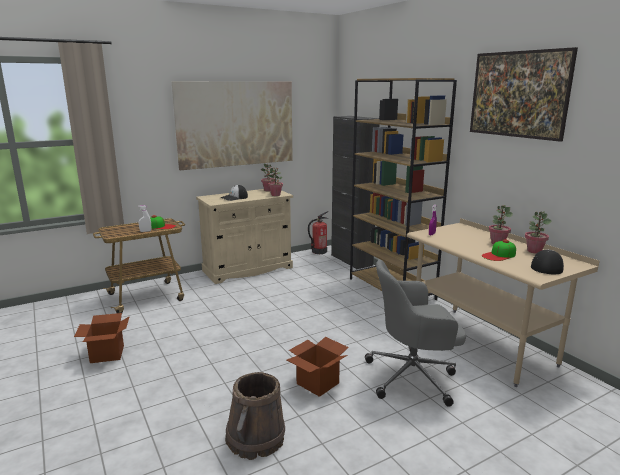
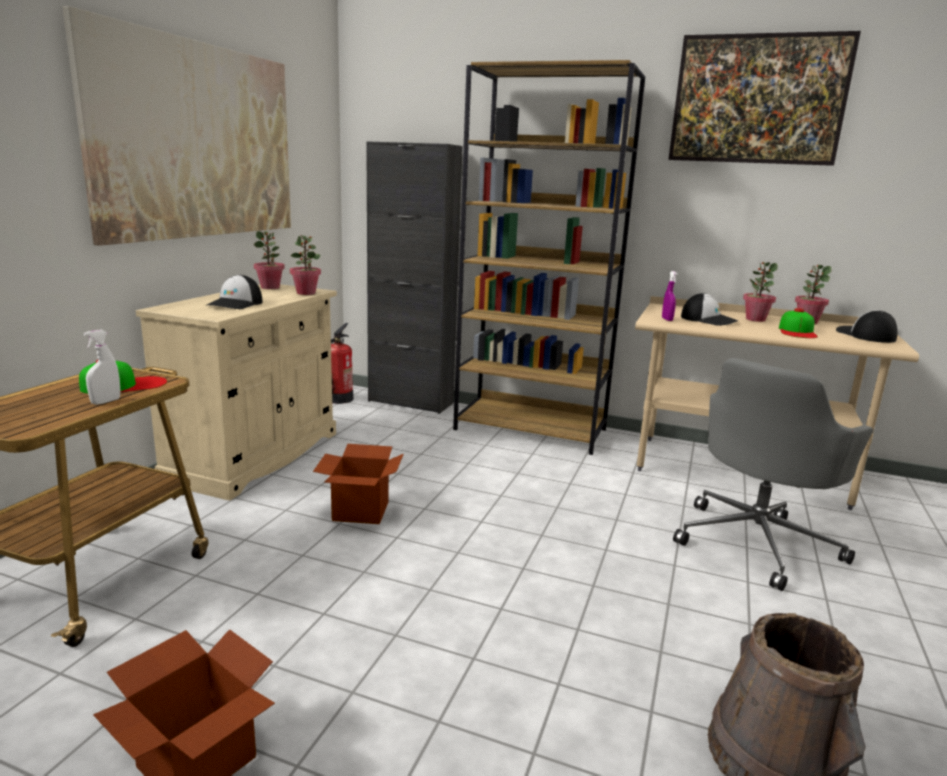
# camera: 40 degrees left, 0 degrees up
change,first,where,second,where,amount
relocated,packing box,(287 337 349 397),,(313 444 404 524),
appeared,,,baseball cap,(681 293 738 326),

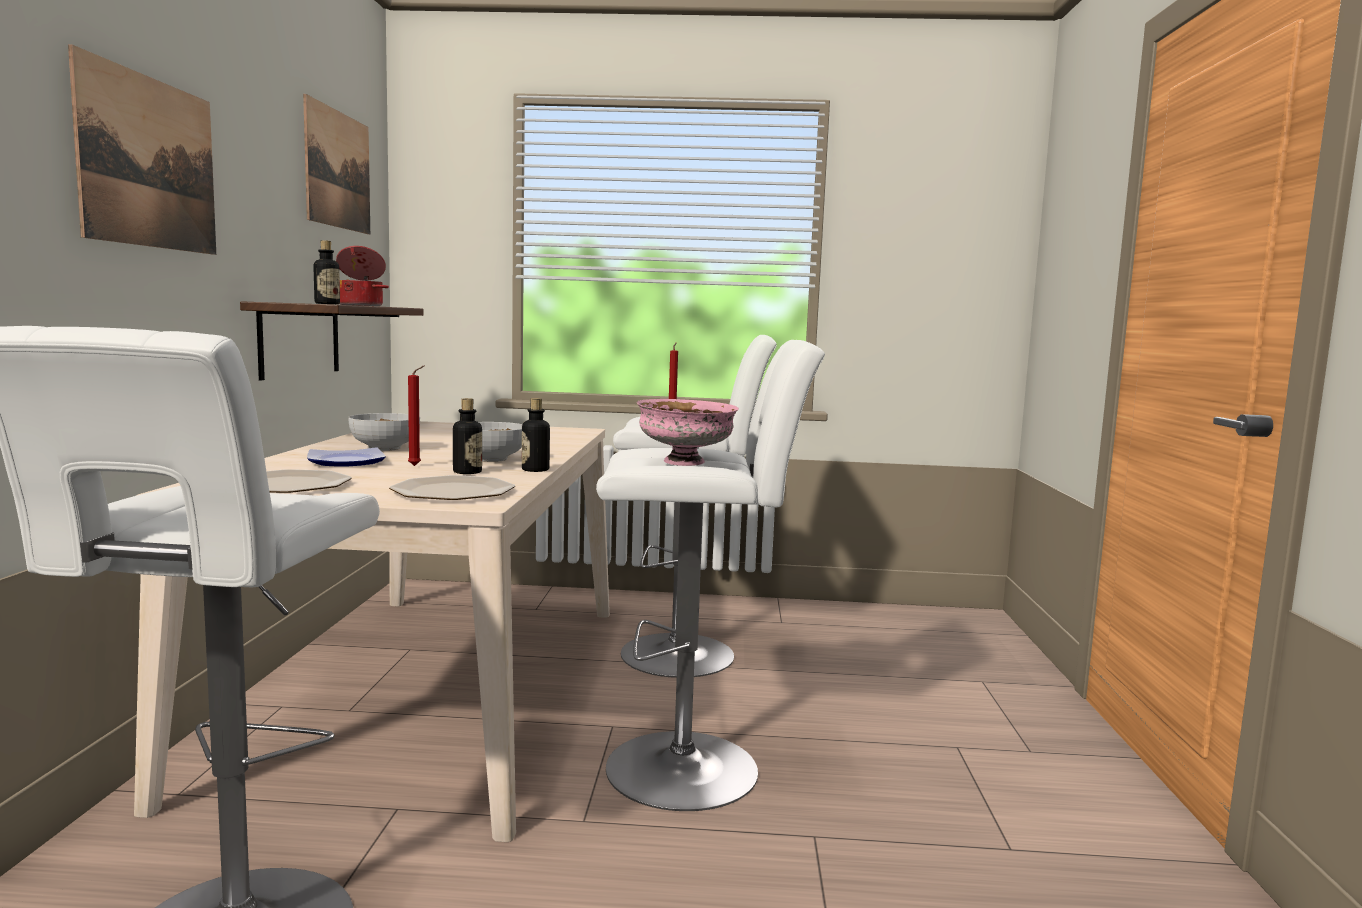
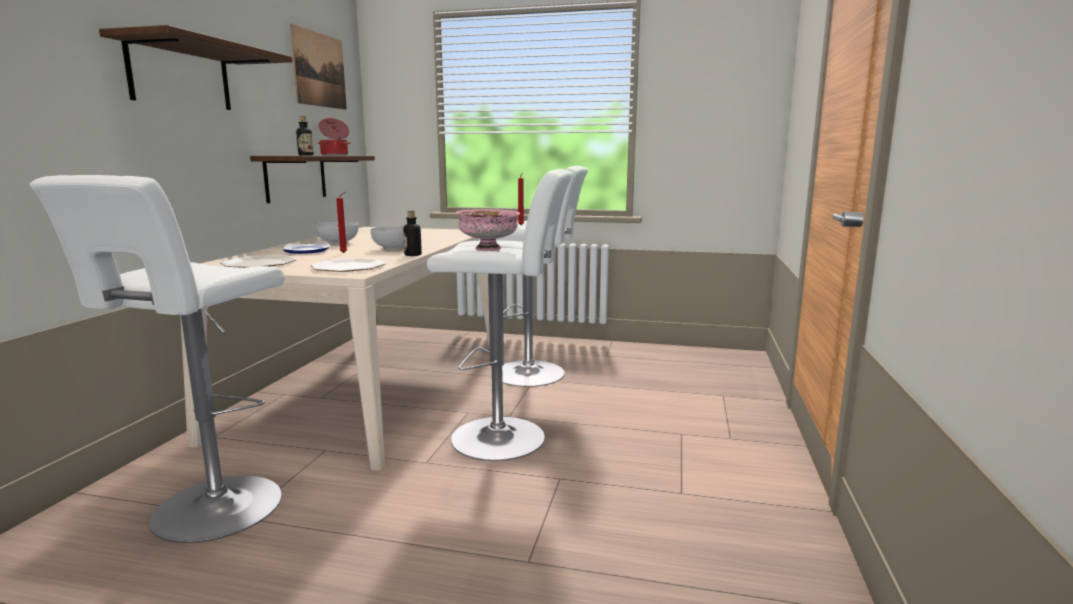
# camera: 10 degrees right, 5 degrees up
change,first,where,second,where,amount
exchanged,wall art,(68 45 216 255),shelf,(99 25 292 110),
missing,bottle,(453 398 482 474),,,

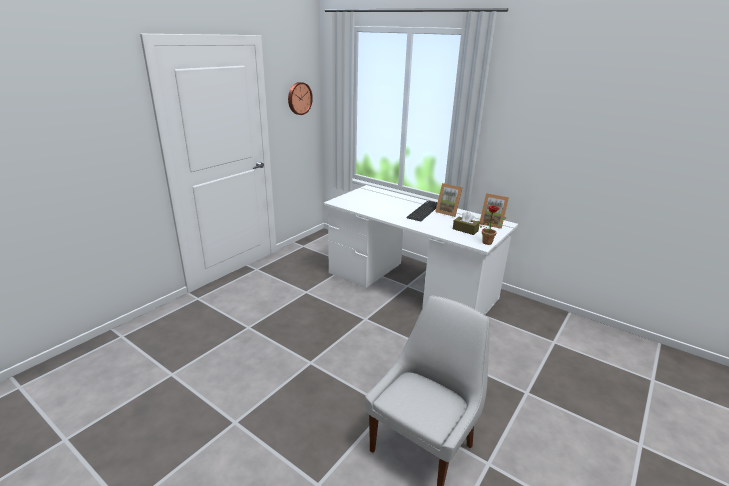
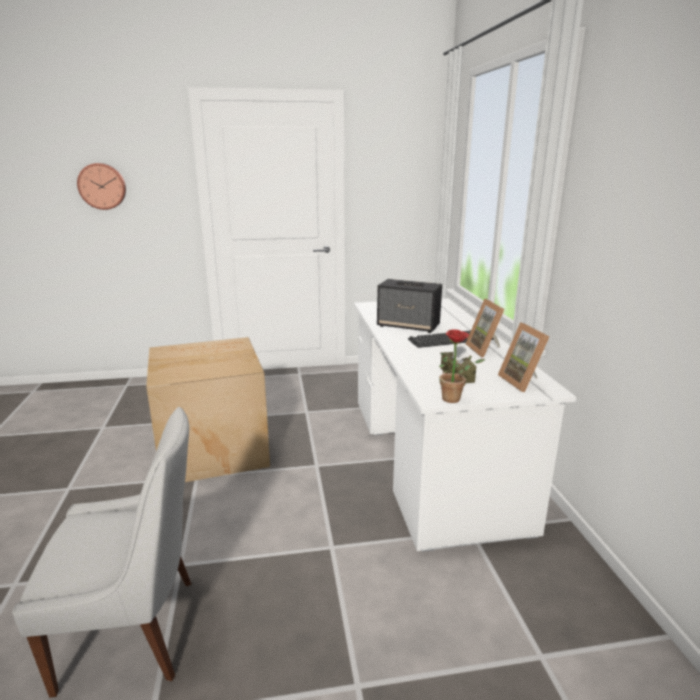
# camera: 45 degrees right, 5 degrees down
change,first,where,second,where,amount
relocated,wall clock,(288 82 313 115),,(77 163 126 210),
appeared,,,packing box,(146 337 270 482),
appeared,,,loudspeaker,(377 279 442 333),

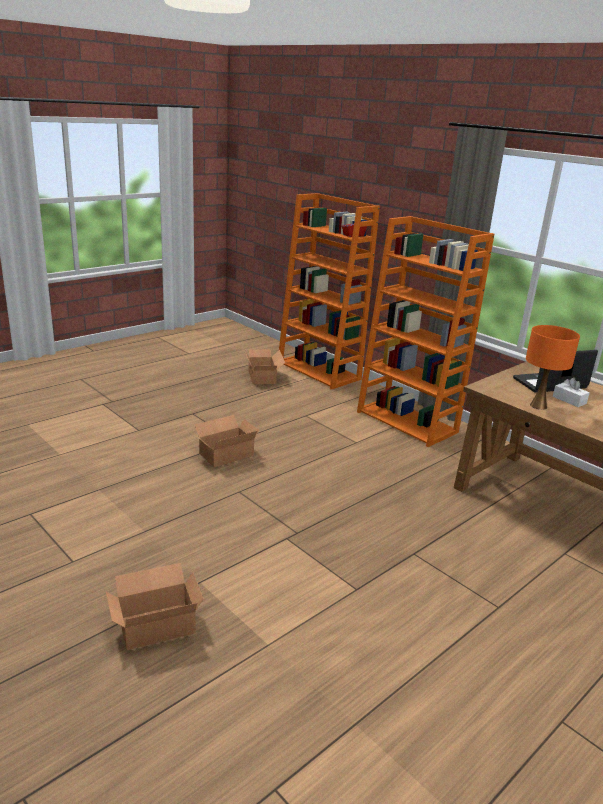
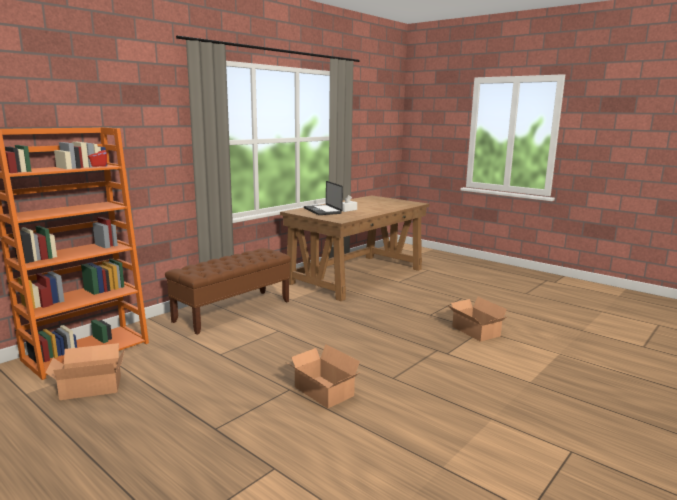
# camera: 95 degrees left, 10 degrees down
change,first,where,second,where,amount
relocated,packing box,(106 563 204 650),,(449 297 507 342),
exchanged,orange shelving unit,(357 216 494 447),brown-coloured indoor bench,(165 248 291 335),
missing,orange table lamp,(526 325 580 410),,,

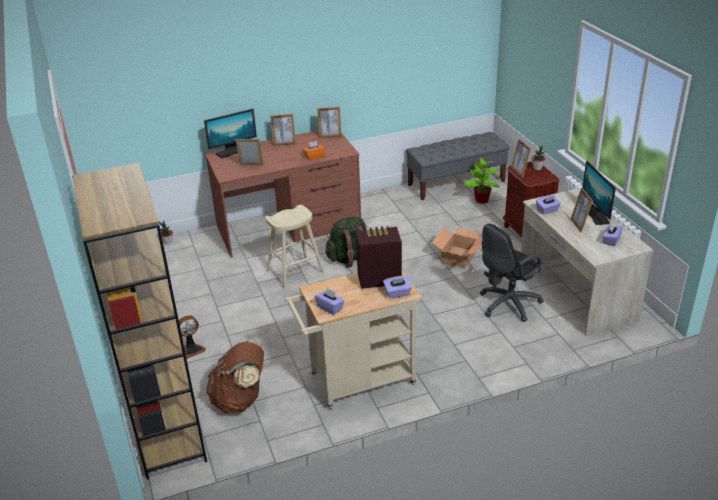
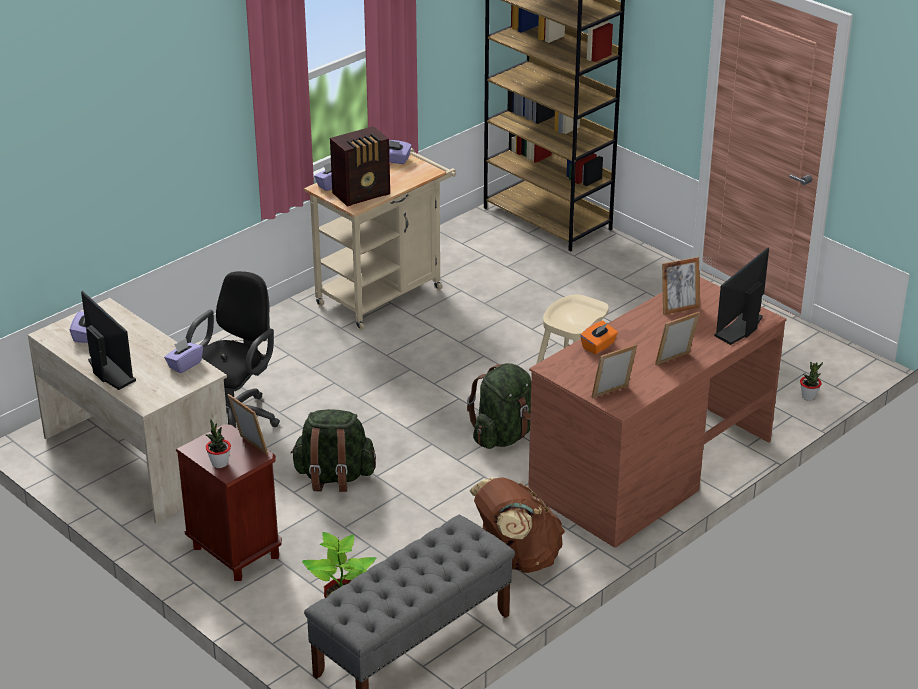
# camera: 155 degrees right, 0 degrees up
change,first,where,second,where,amount
missing,cooling fan,(179 315 206 359),,,
relocated,brown-coloured rucksack,(206 340 264 413),,(469 477 565 573),
exchanged,packing box,(432 227 482 268),green-coloured rucksack,(290 409 376 492),
missing,standing frame,(571 188 593 232),,,

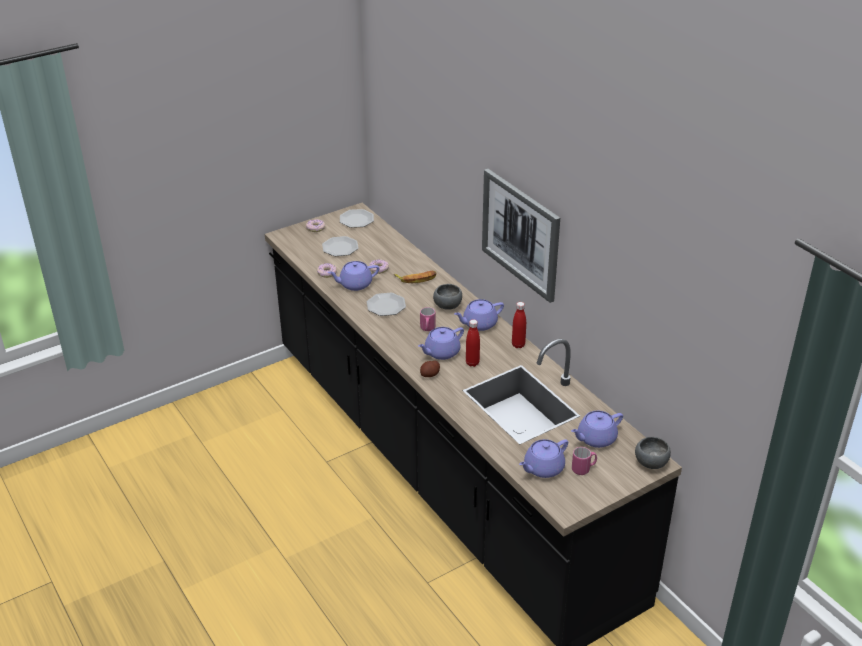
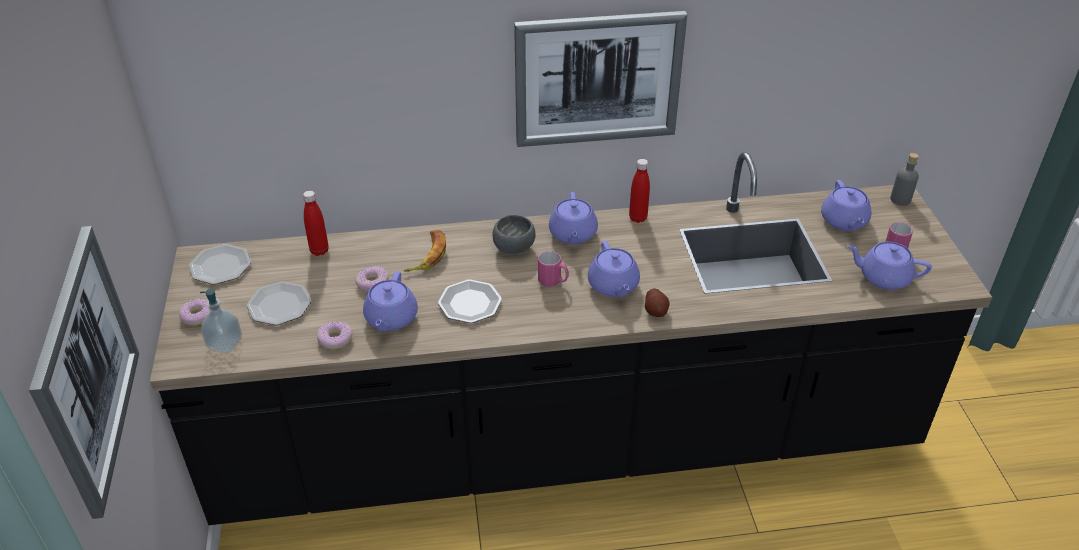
# camera: 65 degrees left, 5 degrees up
change,first,where,second,where,amount
relocated,reddish bottle,(466 319 480 367),,(303 191 329 256),
spun,purplish pot for tea,(519 439 568 478),,(847 242 932 290),120 degrees clockwise
exchanged,greyish bowl,(635 437 671 469),greyish bottle,(890 153 919 206),
appeared,,,wall art,(29 226 139 519),
appeared,,,soap bottle,(200 289 242 353),

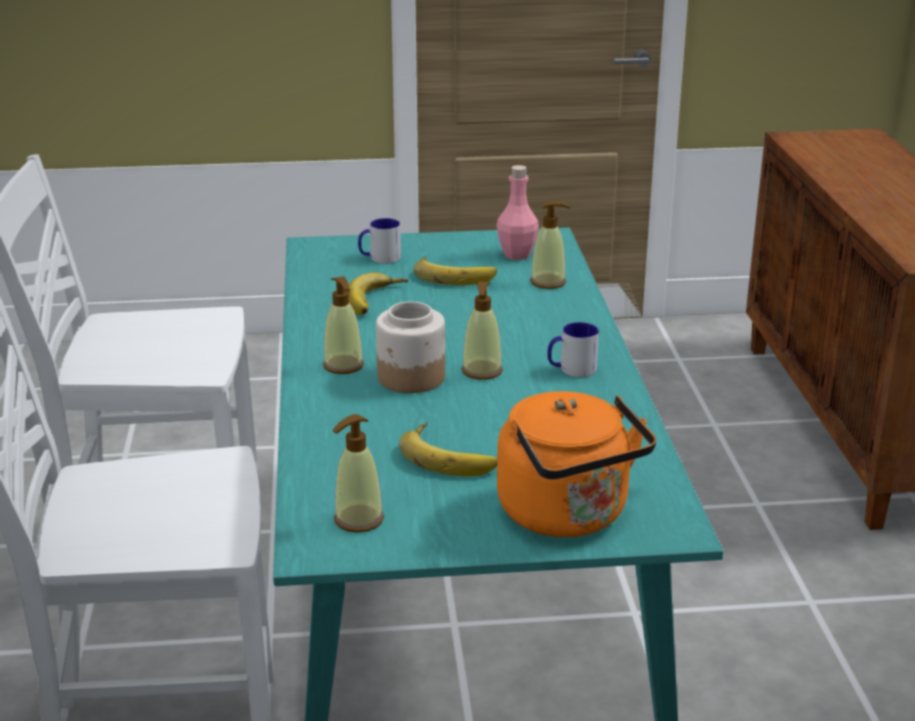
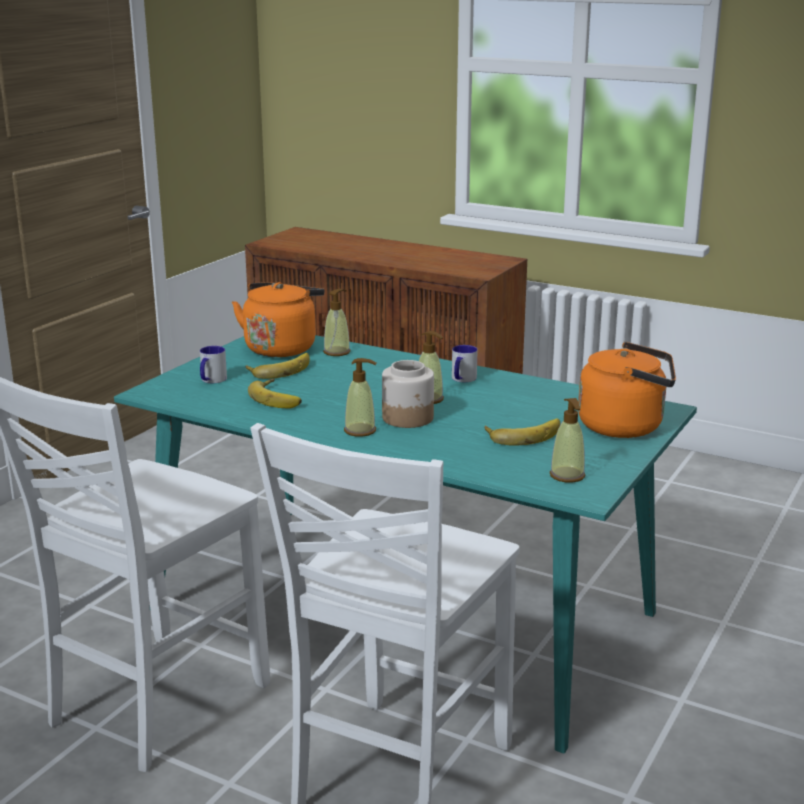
# camera: 55 degrees left, 5 degrees down
change,first,where,second,where,amount
exchanged,pink bottle,(497 165 539 260),orange kettle,(232 282 324 357),

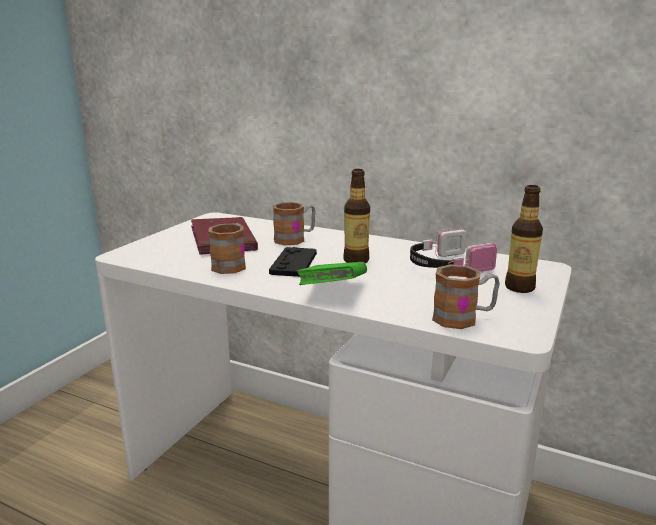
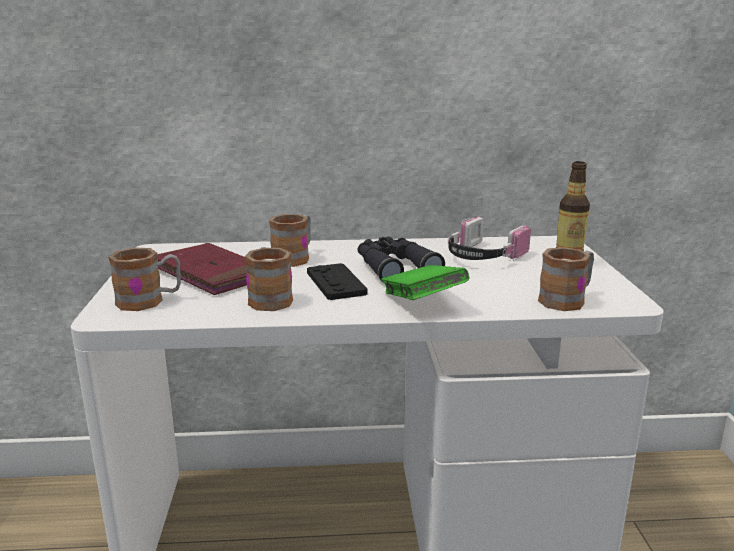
# camera: 30 degrees left, 0 degrees up
change,first,where,second,where,amount
exchanged,bottle,(343 169 370 263),blackish pair of binoculars,(358 237 445 282),
appeared,,,mug,(108 247 181 311),

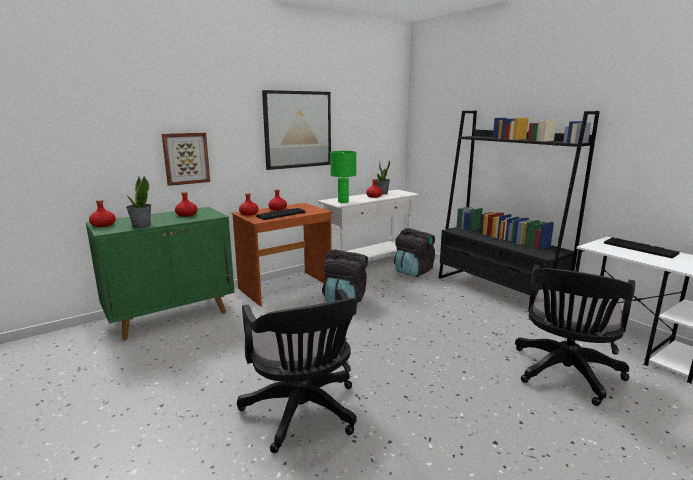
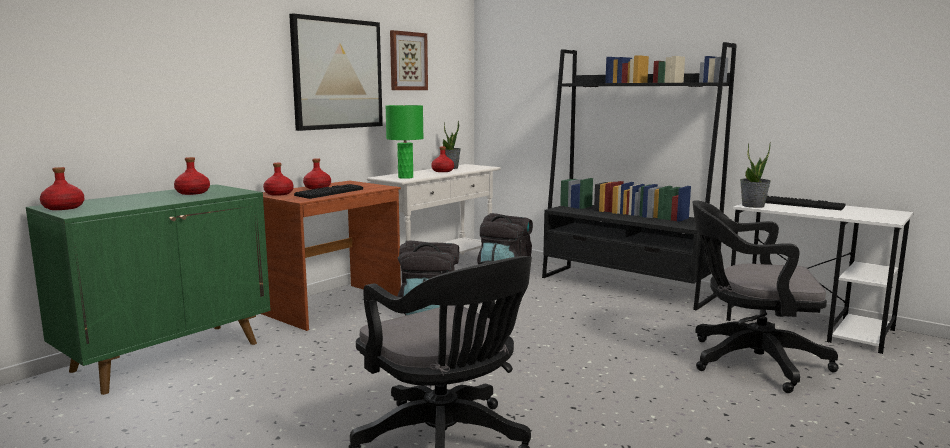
# camera: 15 degrees left, 5 degrees down
change,first,where,second,where,amount
relocated,potted plant,(126 176 151 228),,(740 142 771 208),
relocated,wall art,(162 133 210 186),,(390 30 428 90),
spun,blackish office chair,(515 265 635 406),,(692 200 839 393),90 degrees clockwise

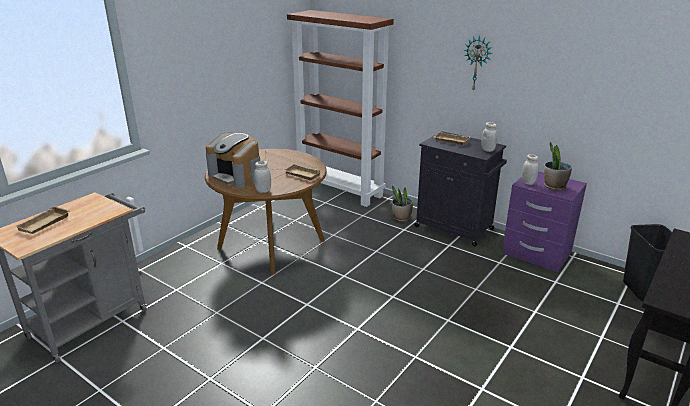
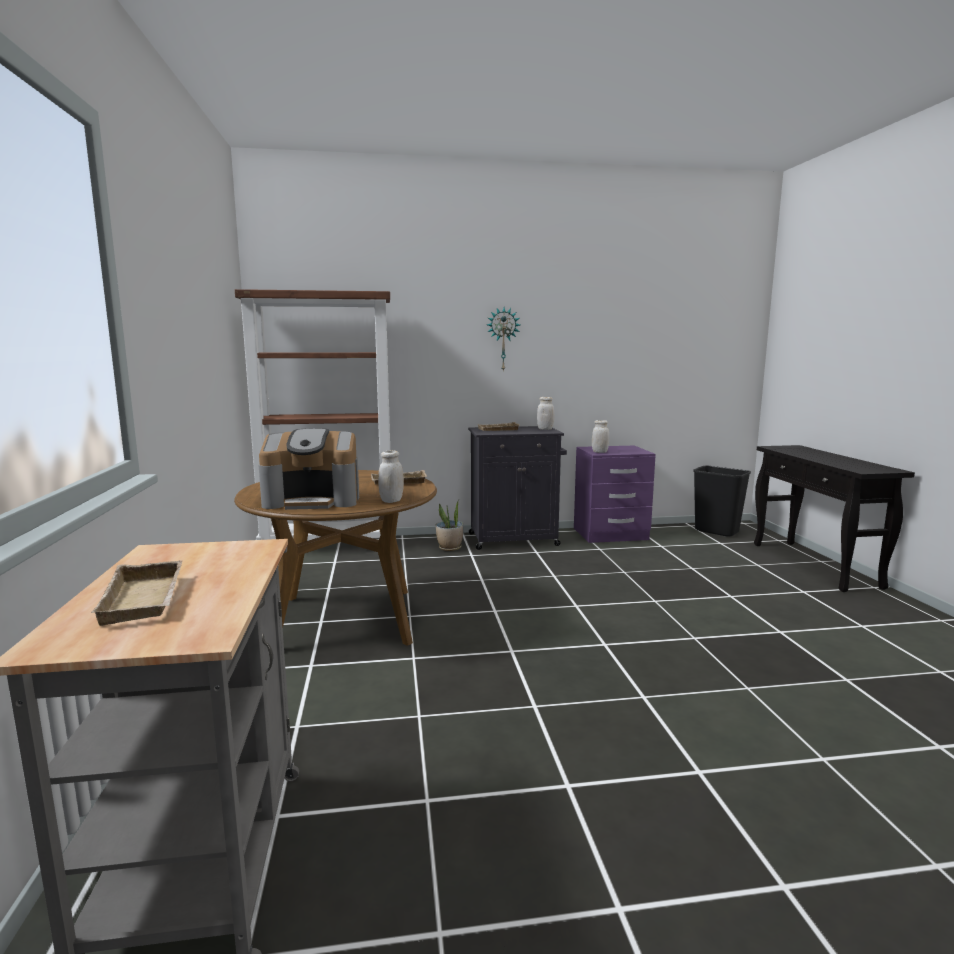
# camera: 45 degrees left, 15 degrees down
change,first,where,second,where,amount
missing,potted plant,(544 142 572 191),,,

